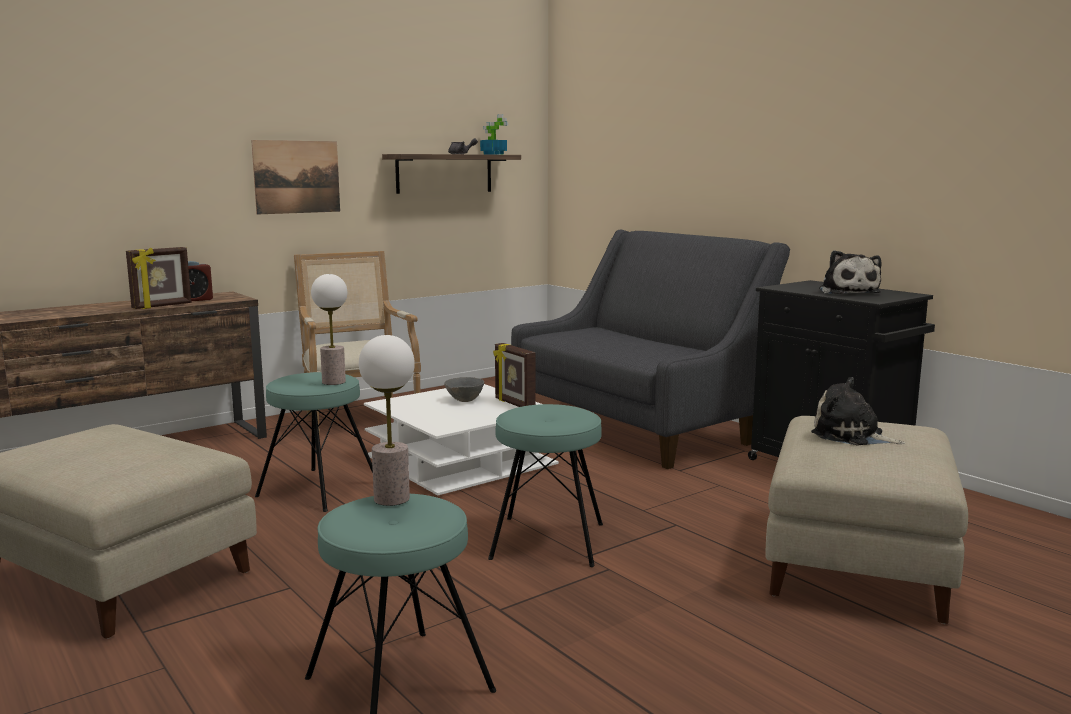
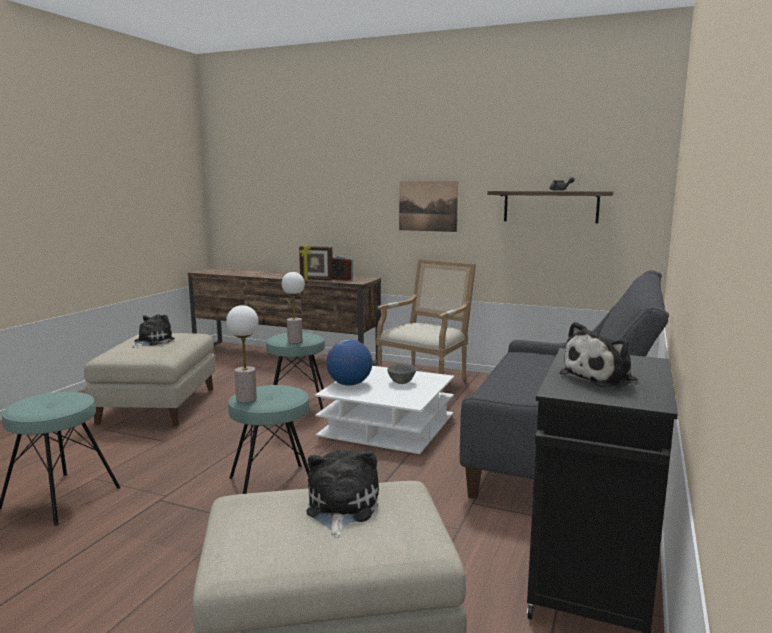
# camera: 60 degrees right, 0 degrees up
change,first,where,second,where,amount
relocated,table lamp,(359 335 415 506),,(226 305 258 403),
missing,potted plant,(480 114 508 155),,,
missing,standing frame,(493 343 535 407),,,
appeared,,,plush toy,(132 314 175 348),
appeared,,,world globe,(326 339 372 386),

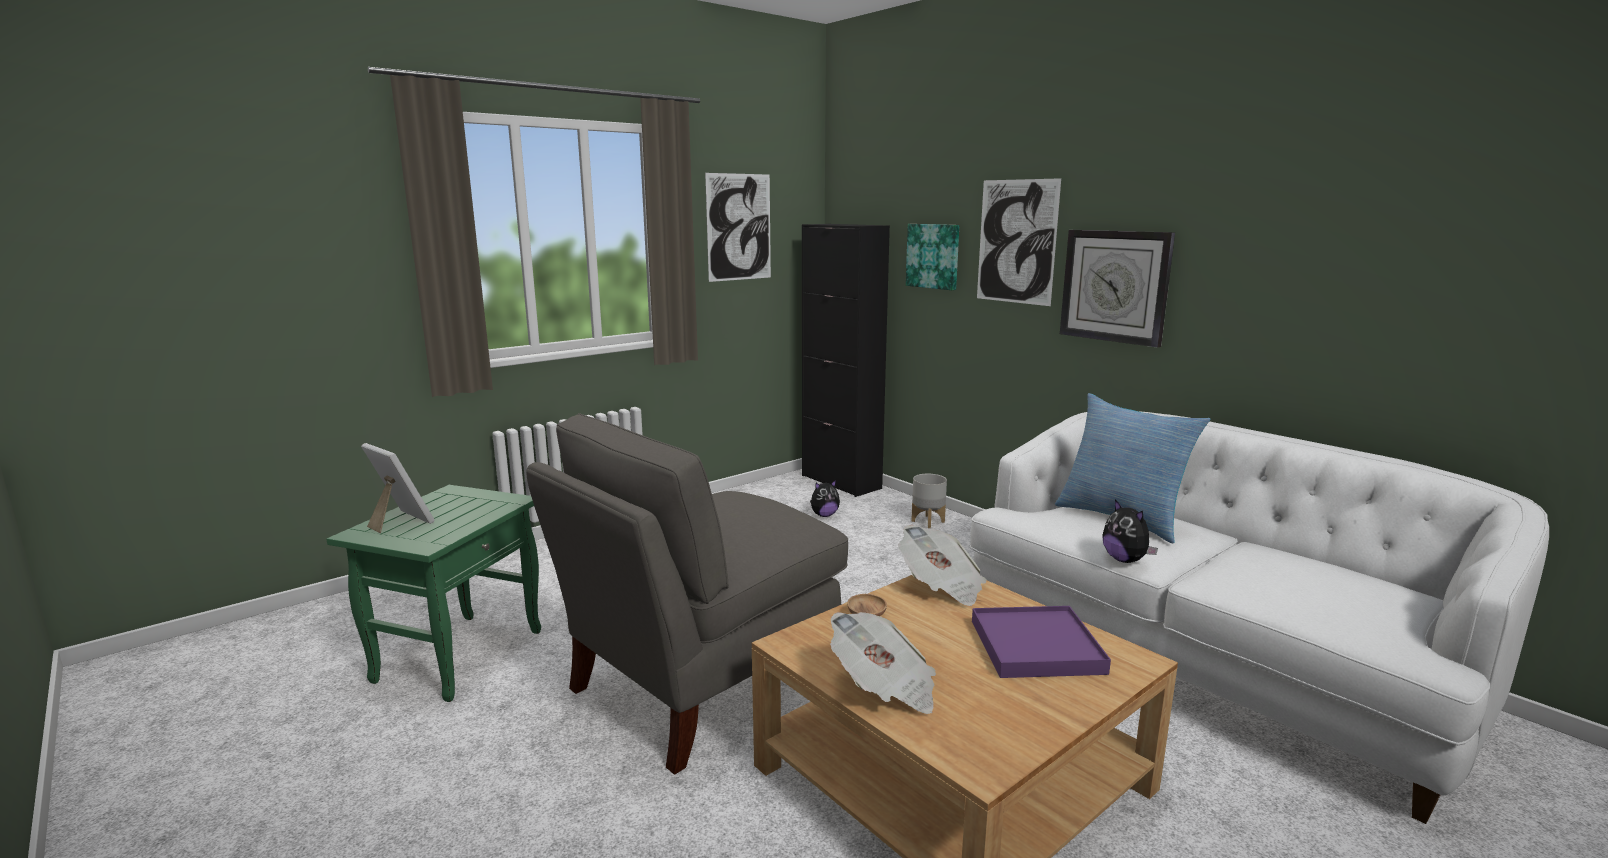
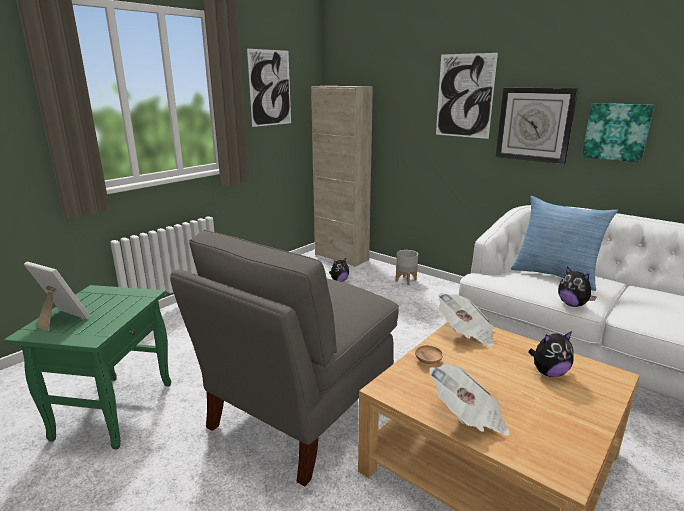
# camera: 10 degrees left, 5 degrees up
change,first,where,second,where,amount
colour,blackish cupboard,(802 224 890 497),sand-coloured cupboard,(311 86 373 267),
relocated,wall art,(906 224 959 290),,(582 103 654 163),
exchanged,purplish tray,(972 606 1111 678),plush toy,(528 331 574 377),

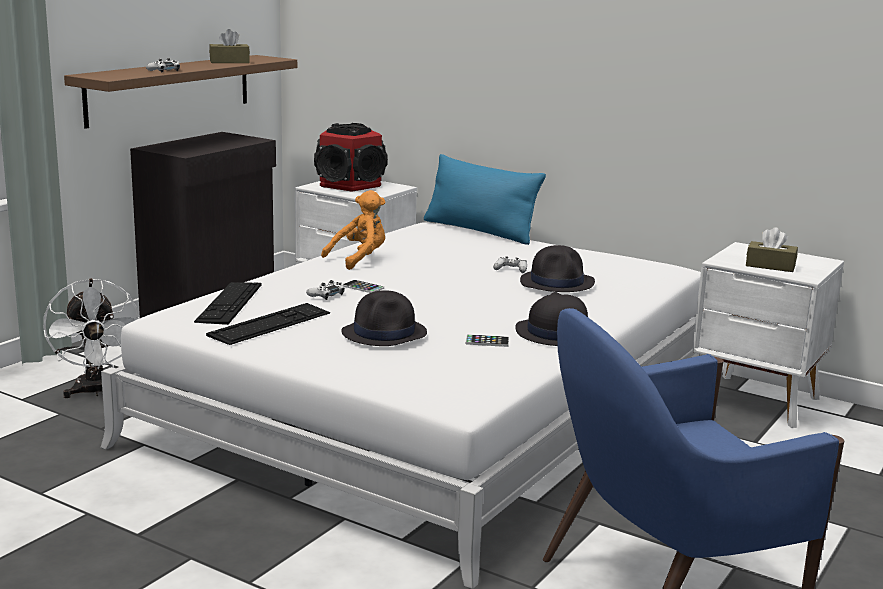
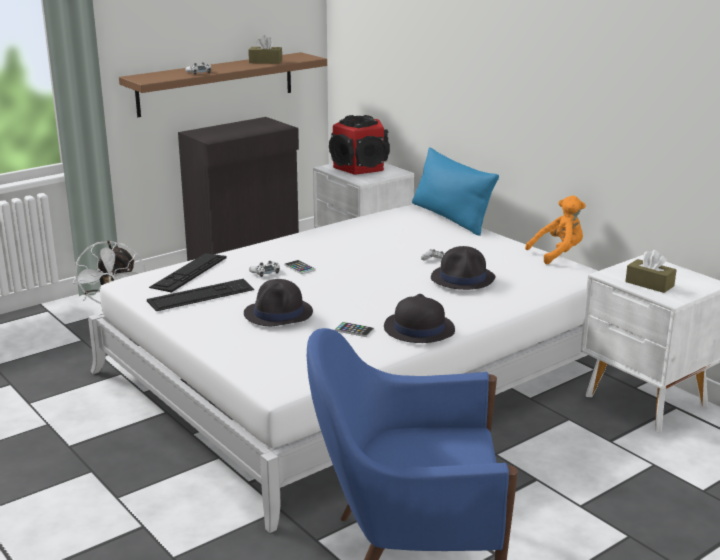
# camera: 20 degrees right, 5 degrees up
change,first,where,second,where,amount
relocated,orange plush toy,(321 190 385 270),,(525 196 586 264),

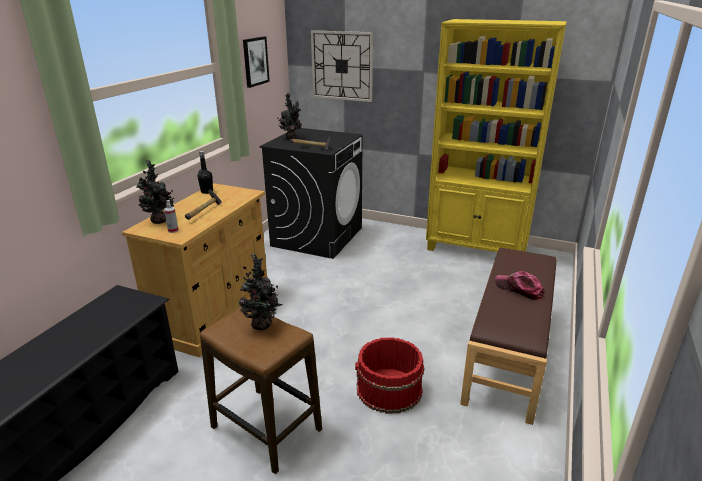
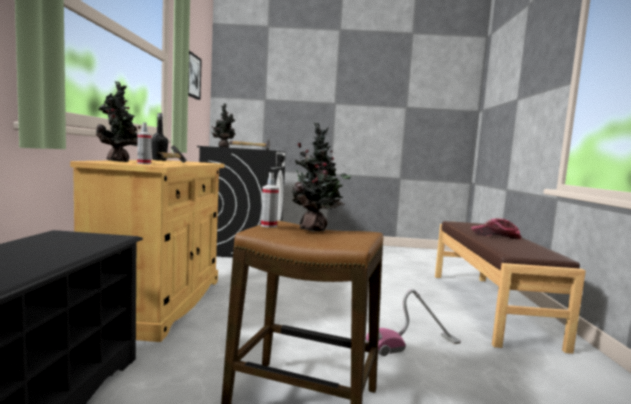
# camera: 20 degrees left, 20 degrees down
change,first,where,second,where,amount
missing,wall clock,(311 30 373 102),,,
exchanged,reddish bucket,(355 337 424 414),vacuum cleaner,(366 289 461 356),
missing,yellowish shelving unit,(426 19 567 252),,,
appeared,,,hand sprayer,(261 172 279 228),

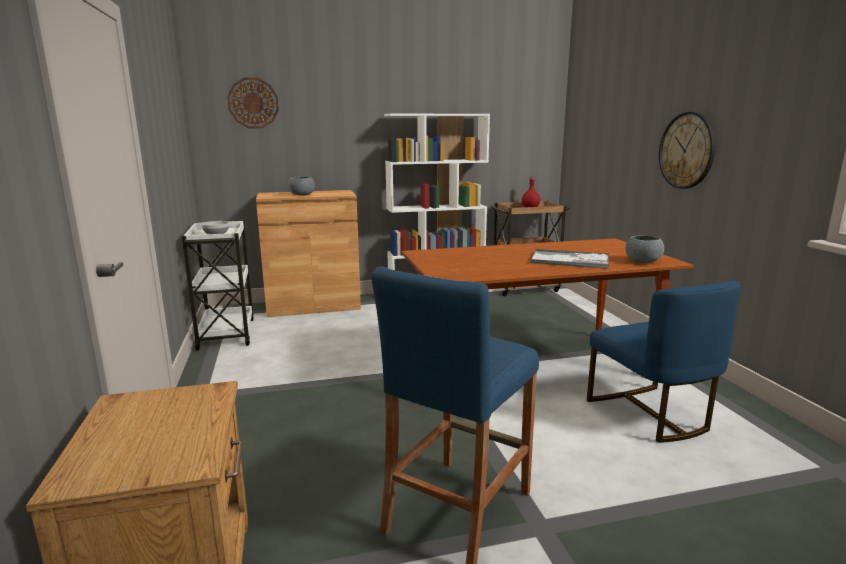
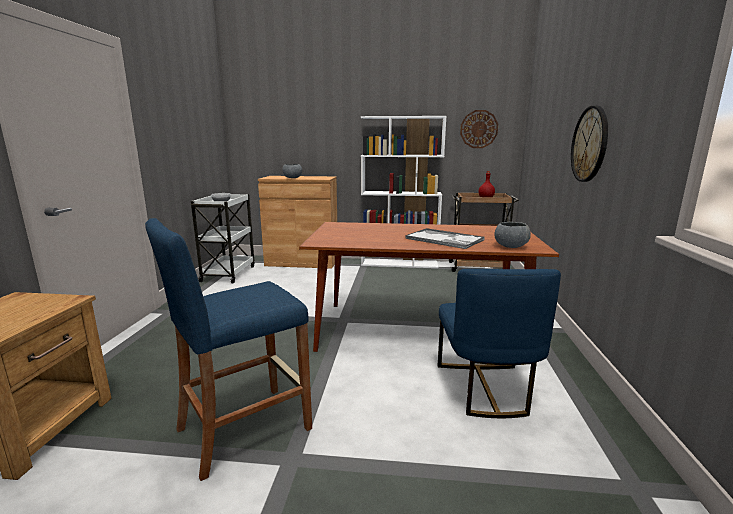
# camera: 20 degrees right, 0 degrees up
change,first,where,second,where,amount
relocated,wall clock,(227 78 279 129),,(460 110 498 148),

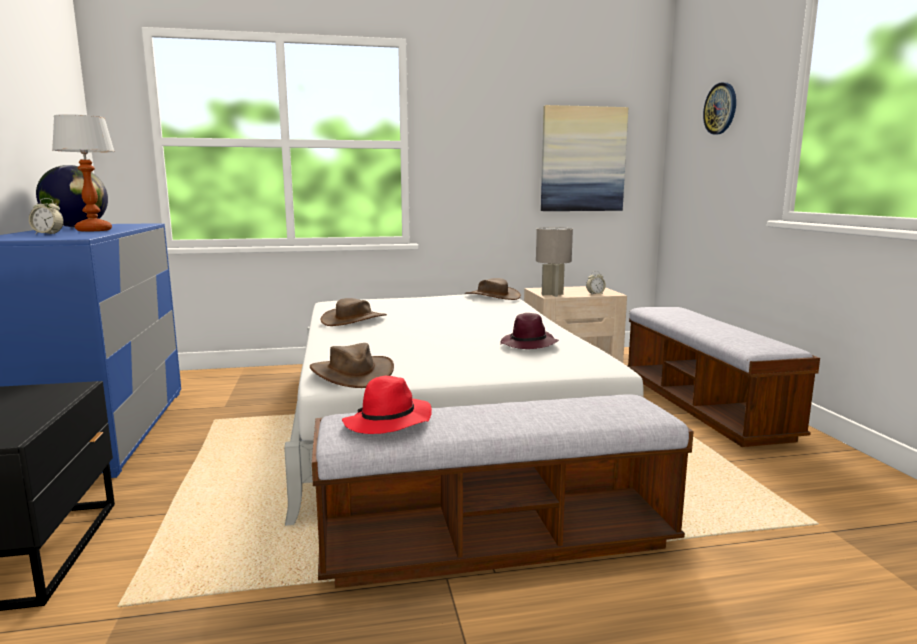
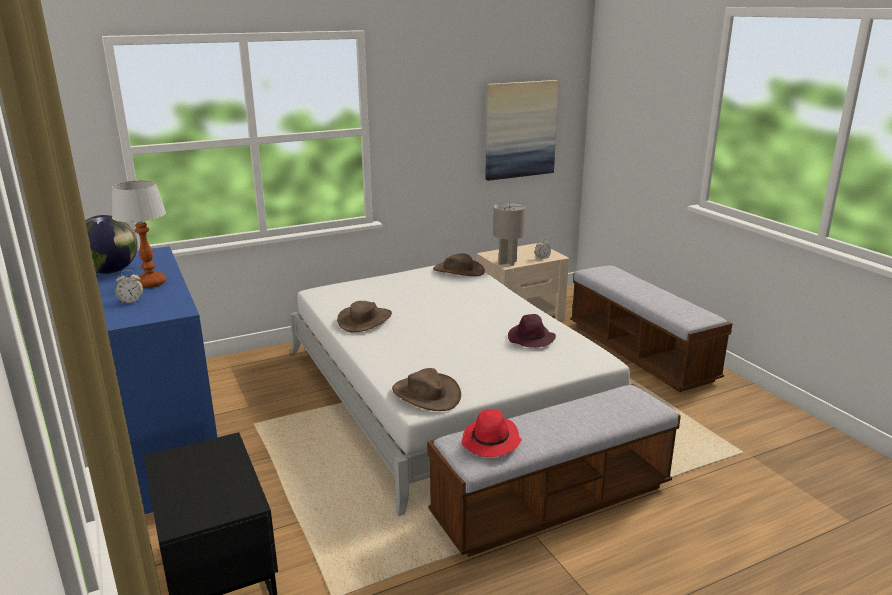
# camera: 15 degrees left, 10 degrees up
change,first,where,second,where,amount
missing,wall clock,(703 82 736 135),,,

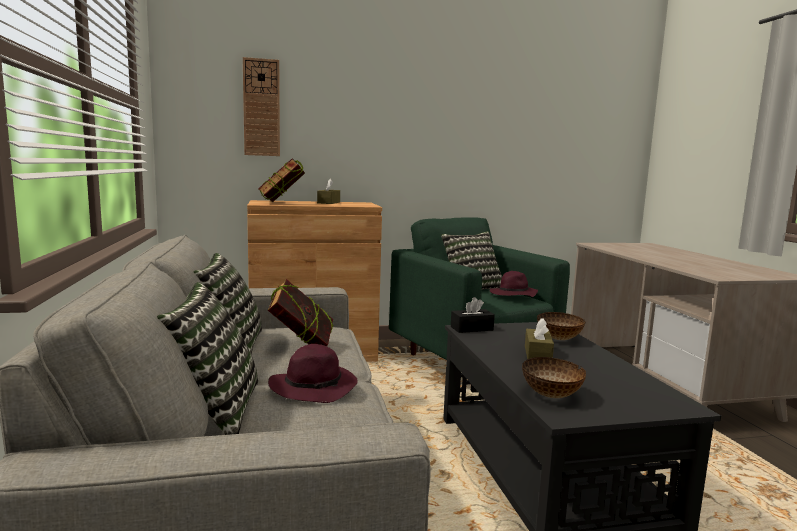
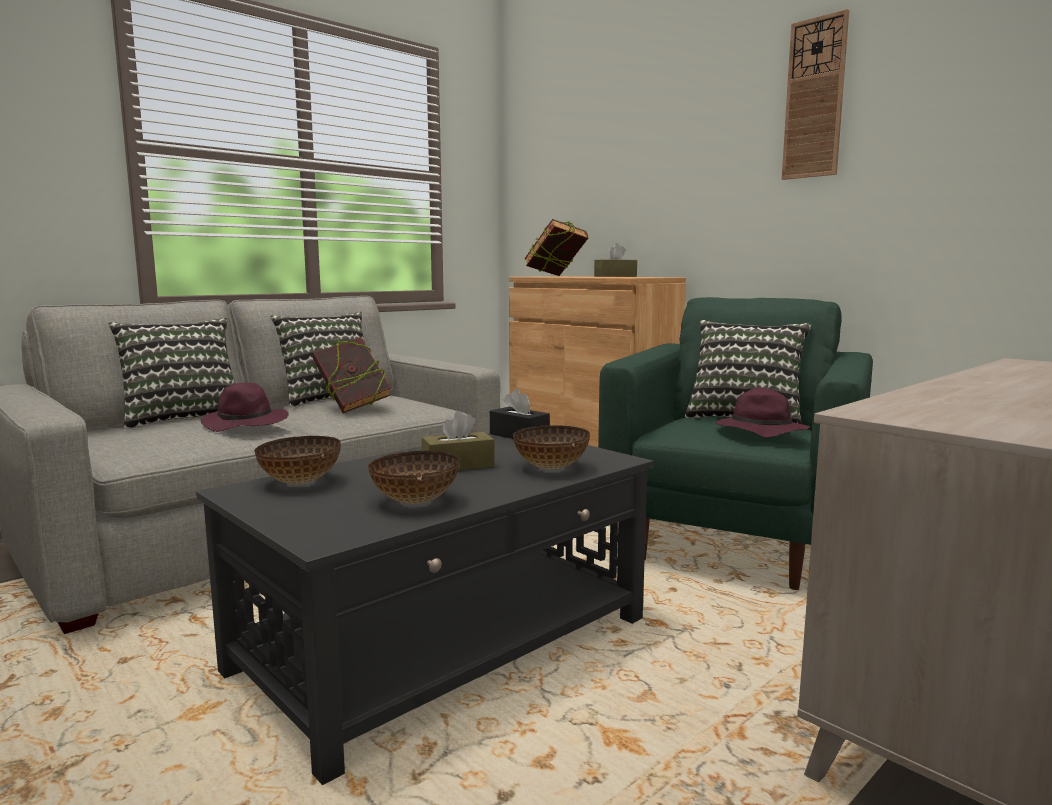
# camera: 60 degrees right, 0 degrees up
change,first,where,second,where,amount
relocated,wall clock,(243 57 280 156),,(782 9 849 180),
appeared,,,bowl,(368 451 460 504),

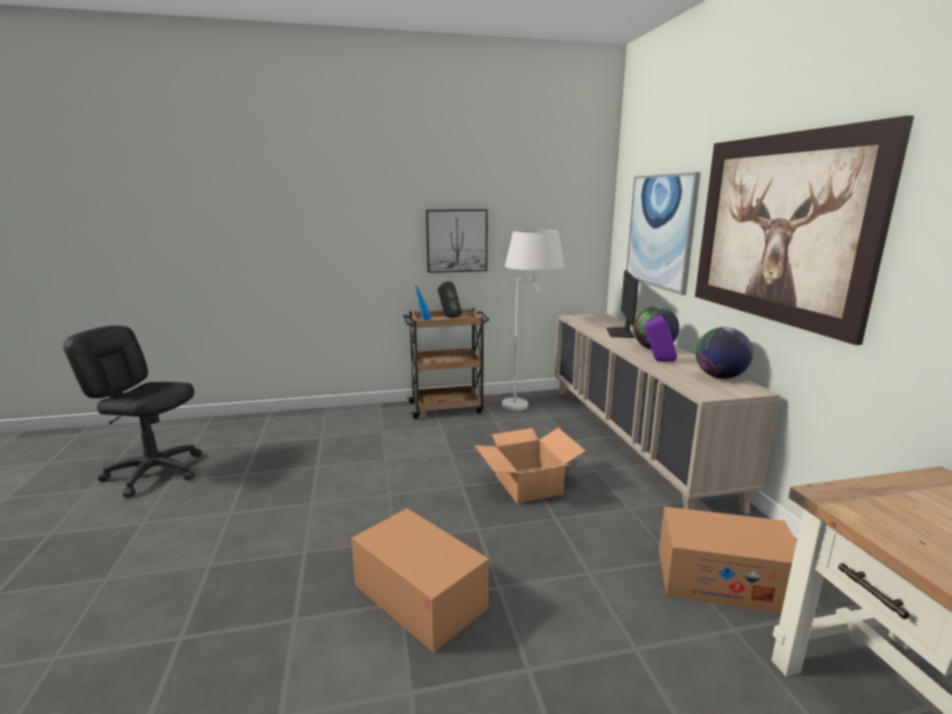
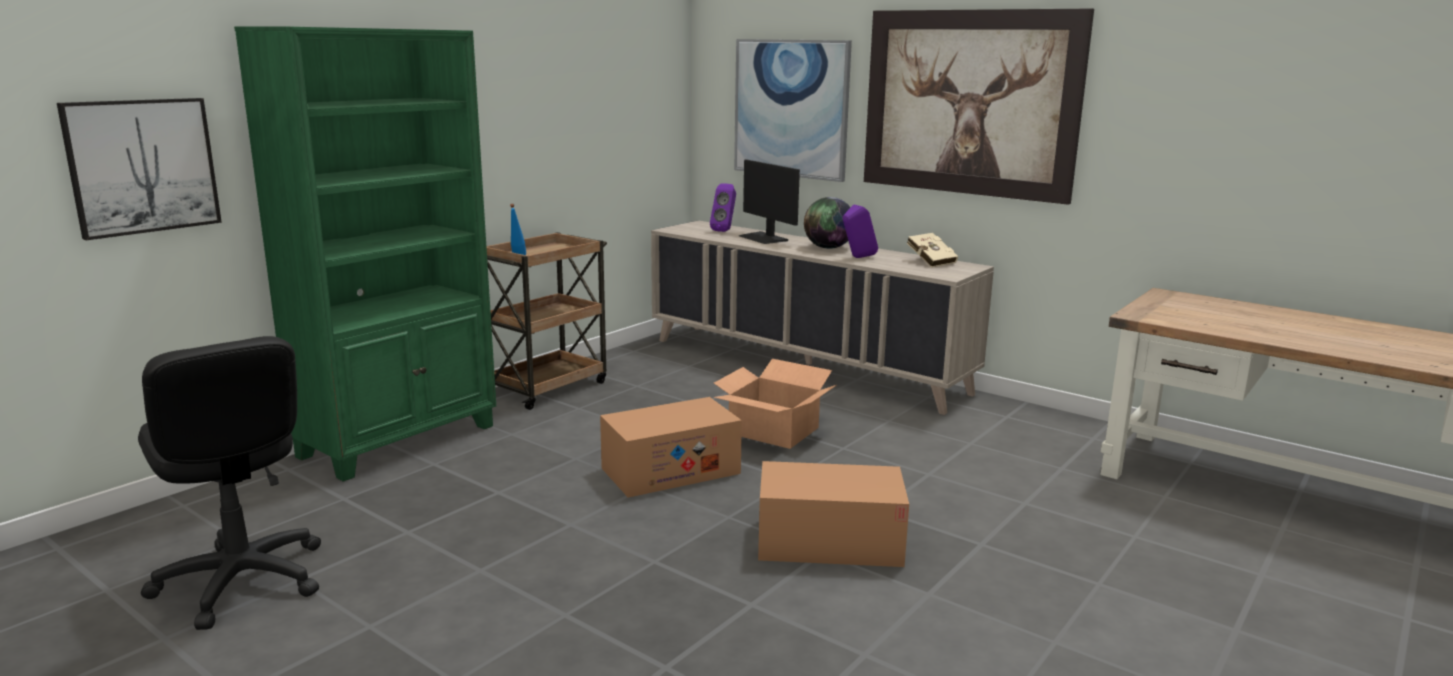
# camera: 40 degrees left, 0 degrees up
change,first,where,second,where,amount
spun,blackish office chair,(63 325 202 497),,(138 336 321 630),105 degrees counterclockwise
relocated,wall art,(426 209 488 273),,(57 98 222 240),
missing,blackish loudspeaker,(438 282 462 318),,,
missing,white-coloured standard lamp,(502 230 565 411),,,
relocated,packing box,(659 506 797 613),,(600 397 742 498),
exchanged,world globe,(696 327 753 379),sand-coloured volume,(907 233 958 267),
appeared,,,green-coloured shelving unit,(234 26 496 482),
appeared,,,purplish loudspeaker,(710 184 736 232),

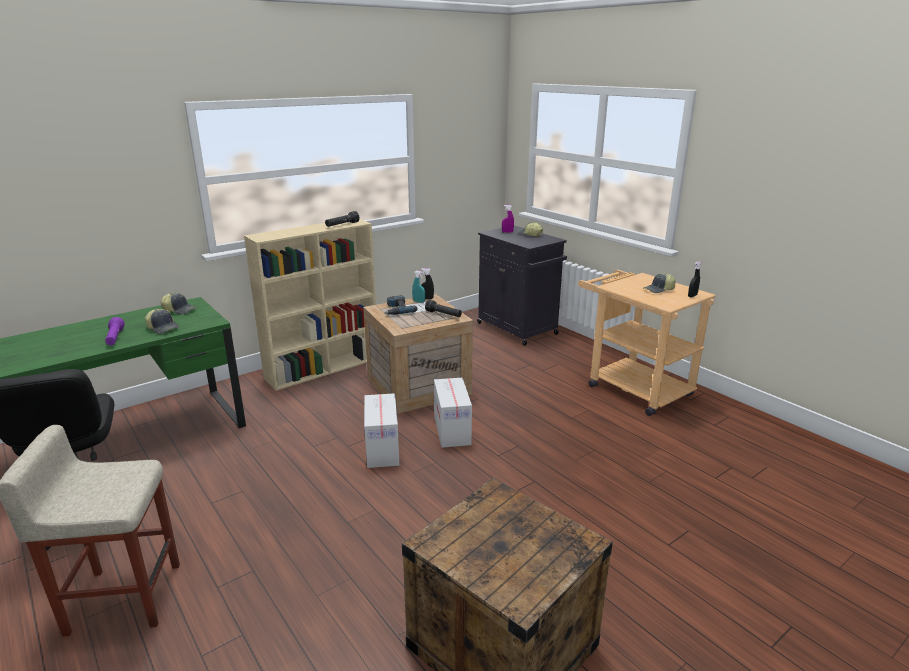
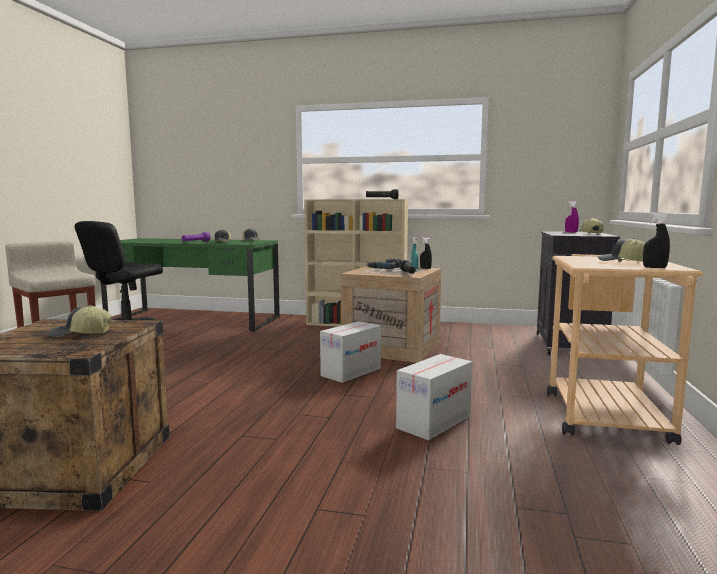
# camera: 50 degrees right, 15 degrees down
change,first,where,second,where,amount
relocated,packing box,(364 393 399 468),,(396 354 472 440),
appeared,,,baseball cap,(49 305 113 337),

